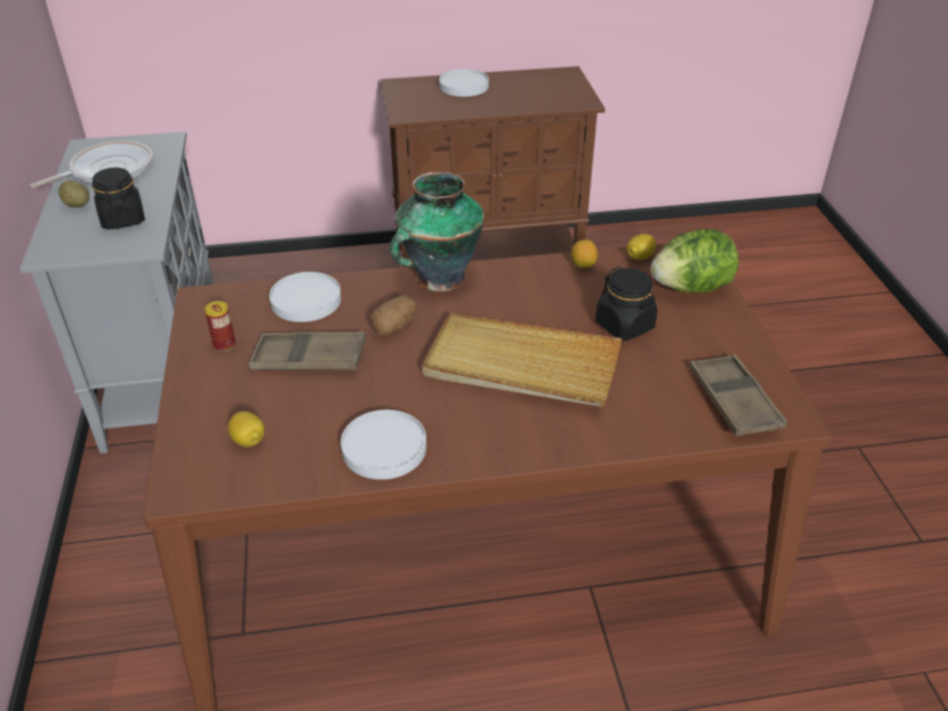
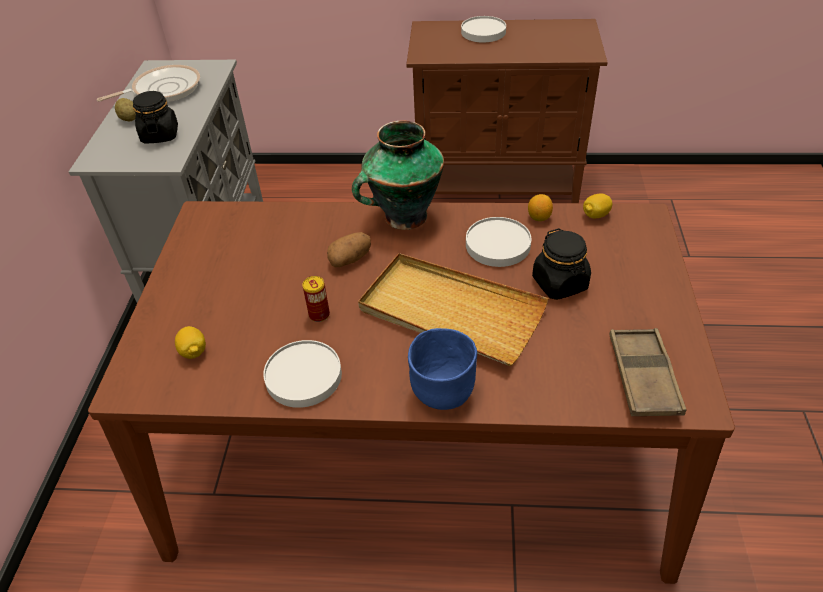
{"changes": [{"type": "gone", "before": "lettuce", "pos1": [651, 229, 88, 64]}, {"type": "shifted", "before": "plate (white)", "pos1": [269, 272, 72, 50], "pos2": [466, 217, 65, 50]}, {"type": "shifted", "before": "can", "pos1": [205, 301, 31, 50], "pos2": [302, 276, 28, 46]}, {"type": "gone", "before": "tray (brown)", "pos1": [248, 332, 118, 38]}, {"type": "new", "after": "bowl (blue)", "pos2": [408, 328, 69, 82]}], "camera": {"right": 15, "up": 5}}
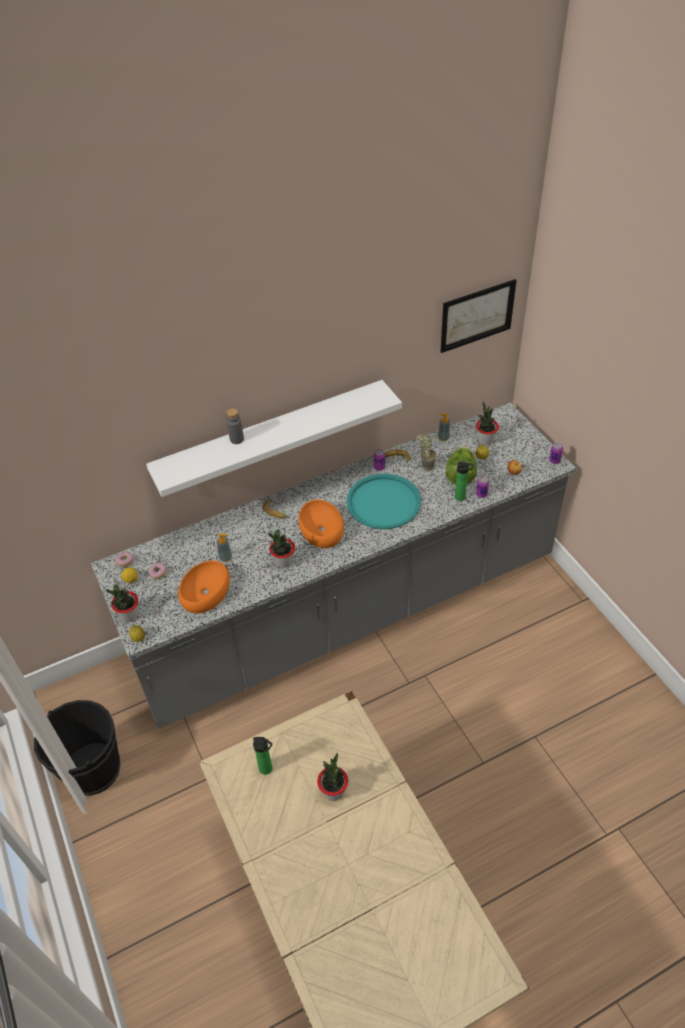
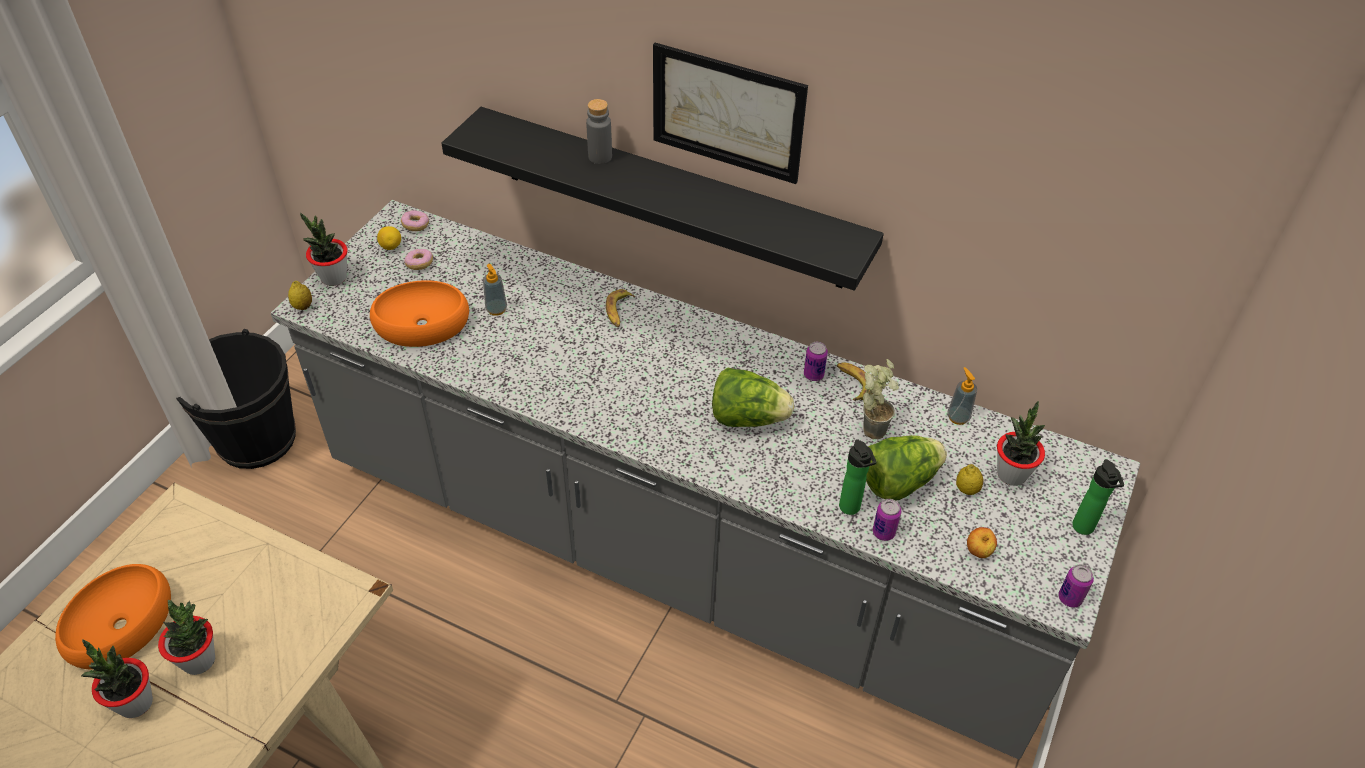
{"changes": [{"type": "shifted", "before": "picture", "pos1": [440, 279, 77, 74], "pos2": [653, 43, 155, 141]}, {"type": "repainted", "before": "shelf (white)", "after": "shelf (black)", "pos1": [146, 380, 256, 117], "pos2": [441, 107, 443, 184]}, {"type": "swapped", "before": "tray (turquoise)", "after": "lettuce", "pos1": [346, 474, 75, 55], "pos2": [712, 368, 82, 59]}, {"type": "shifted", "before": "bowl (orange)", "pos1": [298, 500, 46, 48], "pos2": [55, 564, 116, 105]}, {"type": "shifted", "before": "potted plant", "pos1": [268, 529, 27, 39], "pos2": [81, 639, 72, 79]}, {"type": "shifted", "before": "bottle", "pos1": [253, 737, 19, 38], "pos2": [1072, 459, 52, 76]}], "camera": {"right": 50, "up": 0}}
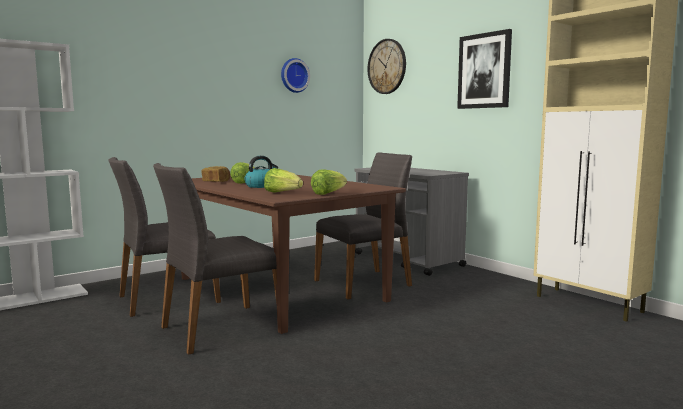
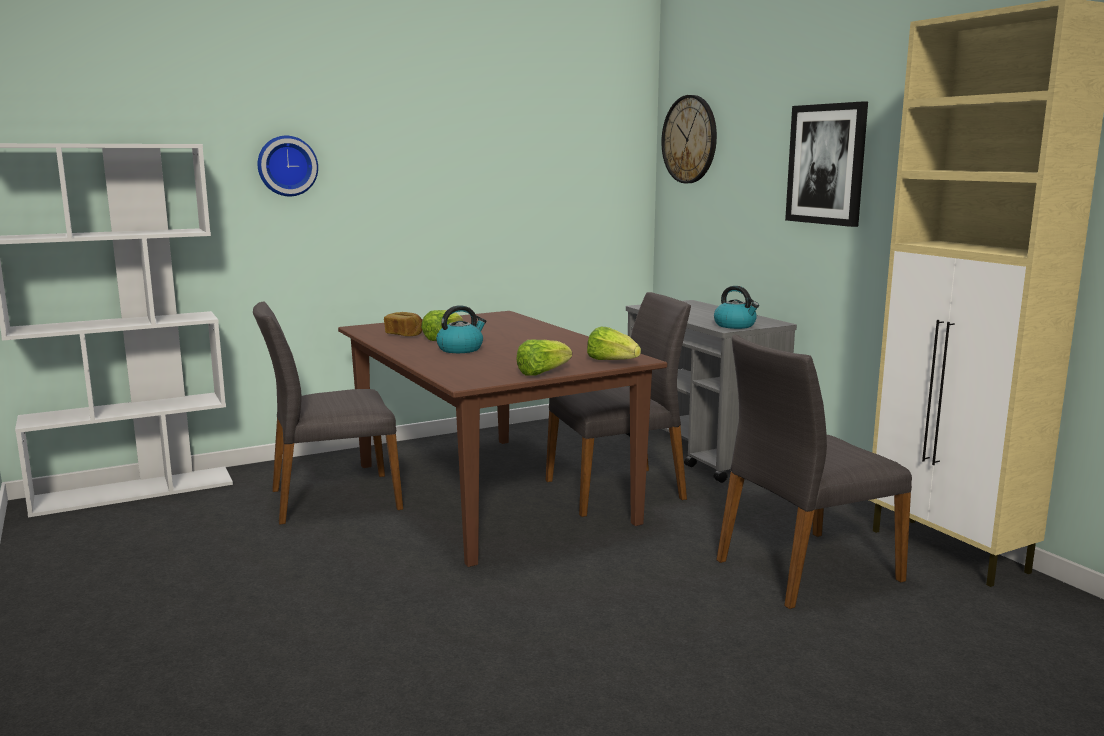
{"changes": [{"type": "shifted", "before": "wall clock", "pos1": [281, 58, 29, 35], "pos2": [258, 136, 60, 60]}, {"type": "shifted", "before": "chair (grey)", "pos1": [153, 163, 124, 192], "pos2": [716, 334, 196, 275]}, {"type": "shifted", "before": "lettuce", "pos1": [264, 168, 39, 25], "pos2": [587, 327, 54, 33]}, {"type": "new", "after": "kettle", "pos2": [714, 286, 45, 43]}], "camera": {"right": 10, "up": 5}}
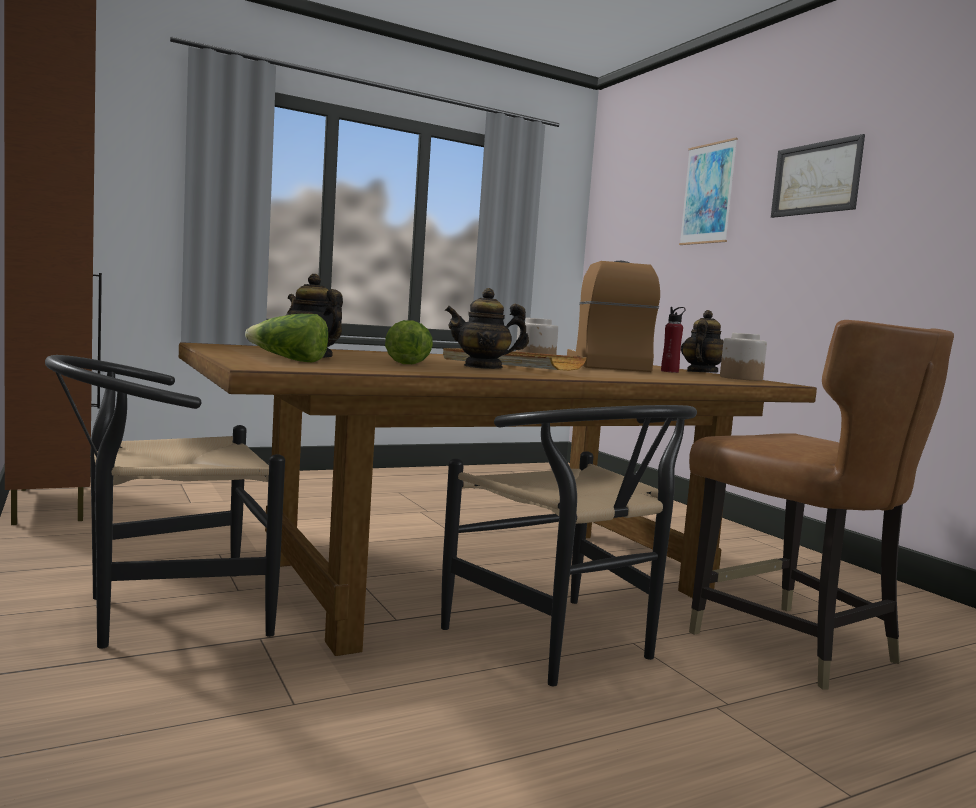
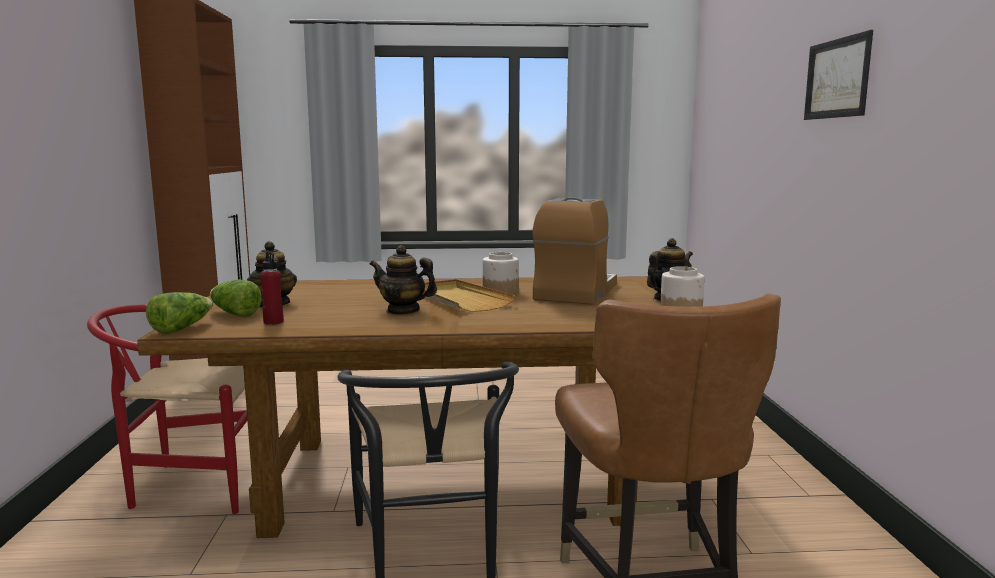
{"changes": [{"type": "gone", "before": "picture", "pos1": [679, 138, 59, 107]}, {"type": "shifted", "before": "bottle (red)", "pos1": [661, 307, 25, 66], "pos2": [260, 252, 24, 73]}, {"type": "shifted", "before": "lettuce", "pos1": [385, 320, 48, 44], "pos2": [146, 292, 67, 42]}, {"type": "repainted", "before": "chair (black)", "after": "chair (red)", "pos1": [45, 355, 240, 294], "pos2": [87, 305, 160, 209]}], "camera": {"right": 25, "up": 5}}
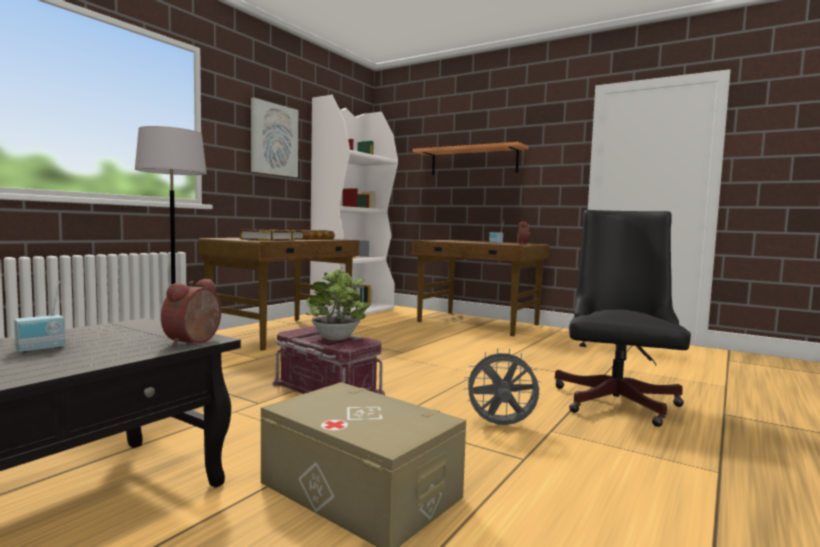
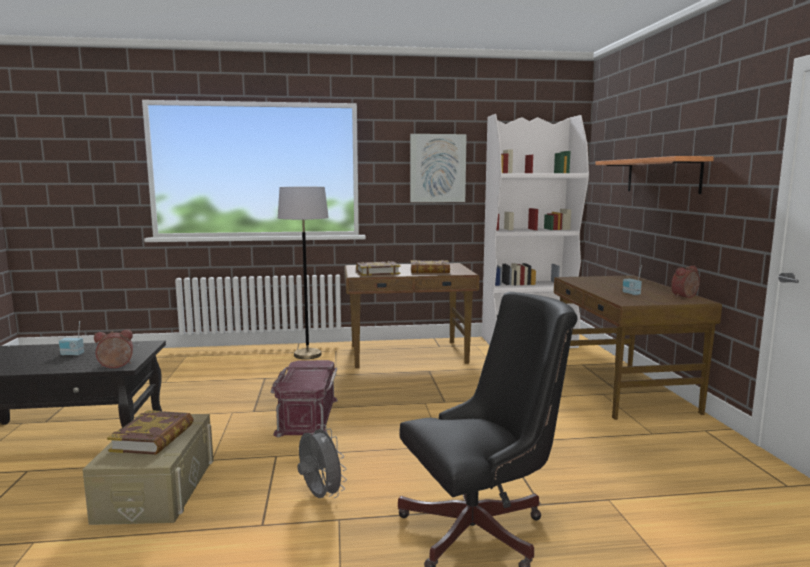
{"changes": [{"type": "gone", "before": "potted plant", "pos1": [306, 267, 65, 73]}, {"type": "new", "after": "book", "pos2": [107, 410, 87, 45]}], "camera": {"right": 50, "up": 5}}
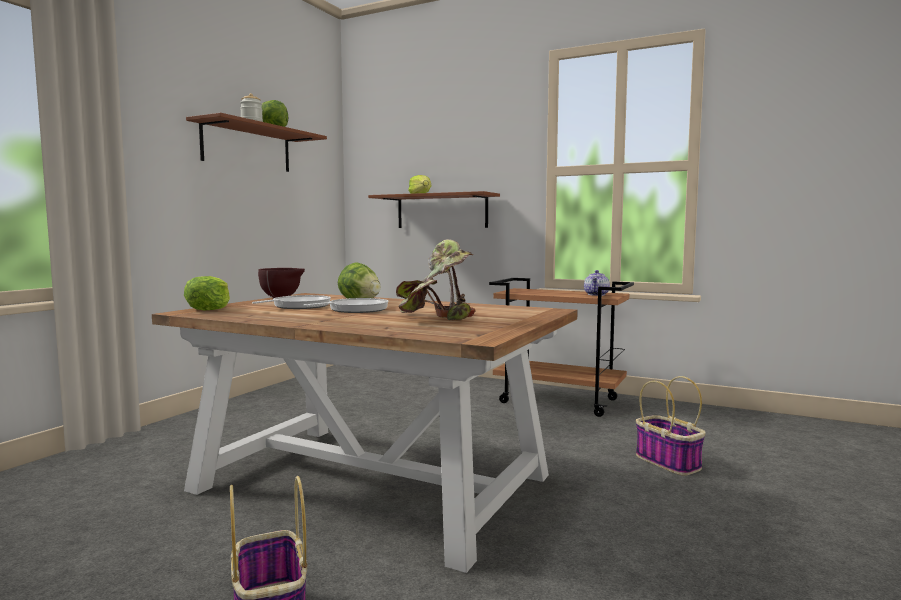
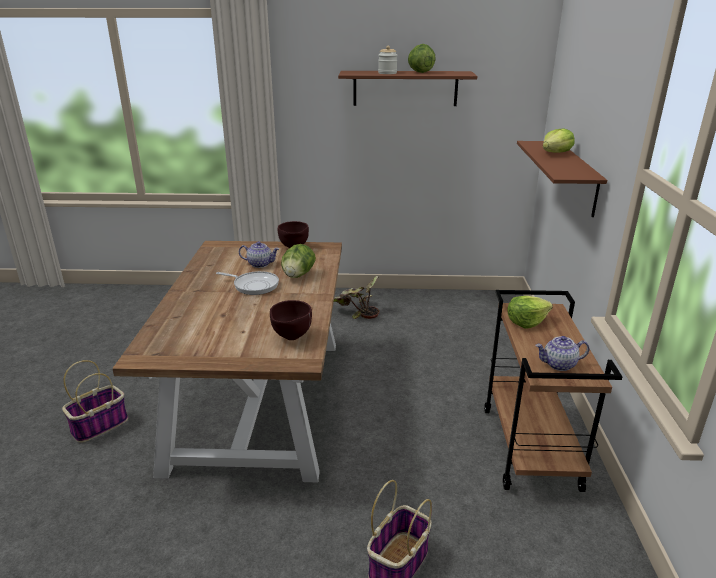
{"changes": [{"type": "shifted", "before": "potted plant", "pos1": [396, 239, 80, 81], "pos2": [334, 276, 46, 43]}, {"type": "shifted", "before": "lettuce", "pos1": [184, 276, 46, 35], "pos2": [507, 296, 46, 33]}, {"type": "swapped", "before": "frying pan", "after": "teapot", "pos1": [252, 295, 79, 14], "pos2": [239, 241, 40, 27]}, {"type": "new", "after": "bowl (brown)", "pos2": [270, 300, 42, 40]}], "camera": {"right": 65, "up": 20}}
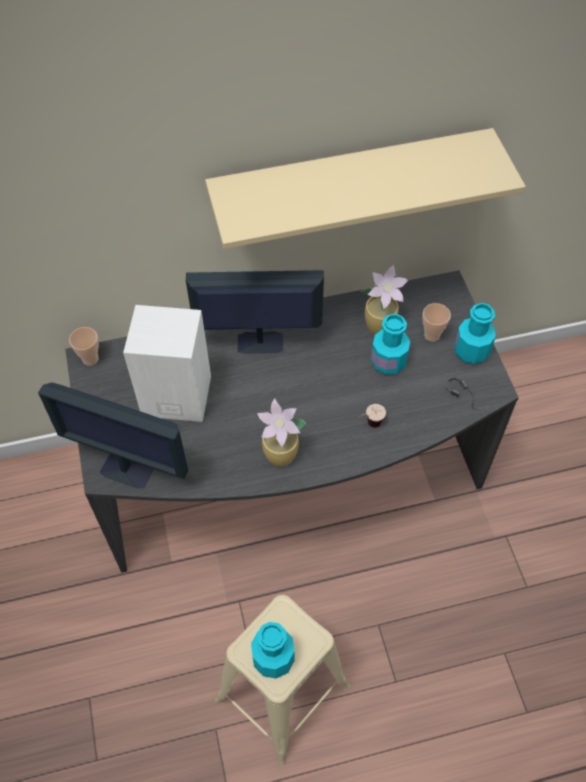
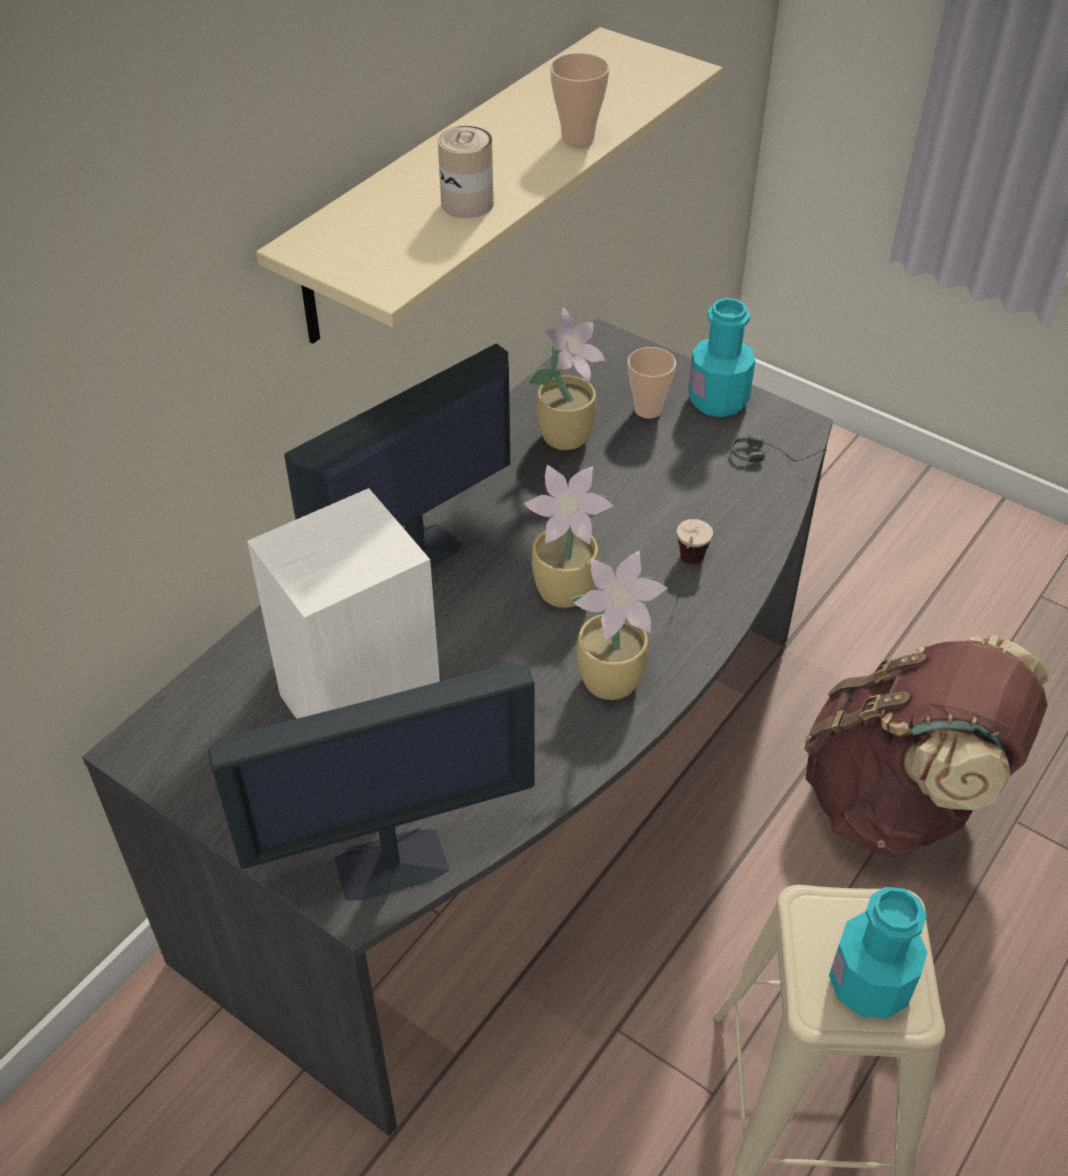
{"changes": [{"type": "gone", "before": "bottle (turquoise)", "pos1": [371, 314, 39, 60]}, {"type": "shifted", "before": "cup", "pos1": [69, 327, 29, 39], "pos2": [550, 53, 60, 93]}, {"type": "new", "after": "can", "pos2": [438, 126, 56, 92]}, {"type": "new", "after": "potted plant", "pos2": [523, 465, 90, 143]}, {"type": "new", "after": "backpack (brown)", "pos2": [804, 635, 246, 222]}], "camera": {"right": -40, "up": -10}}
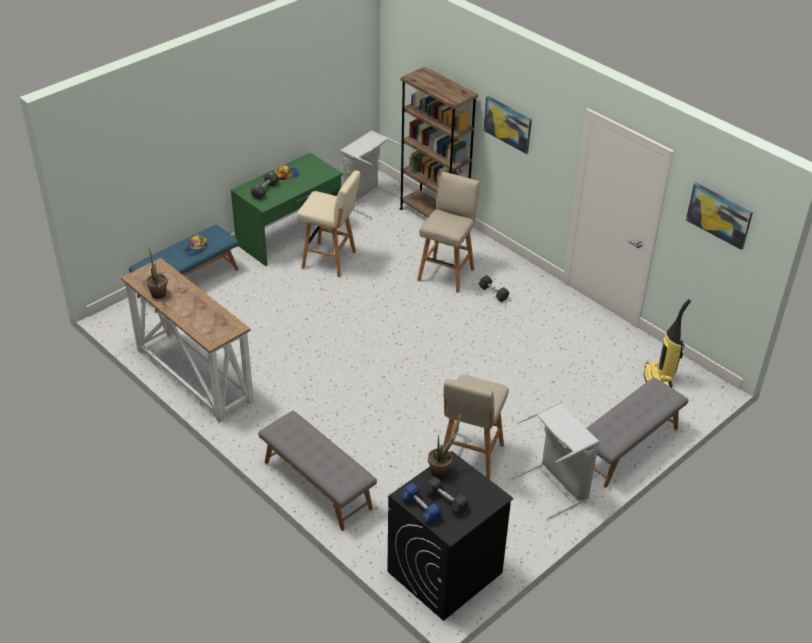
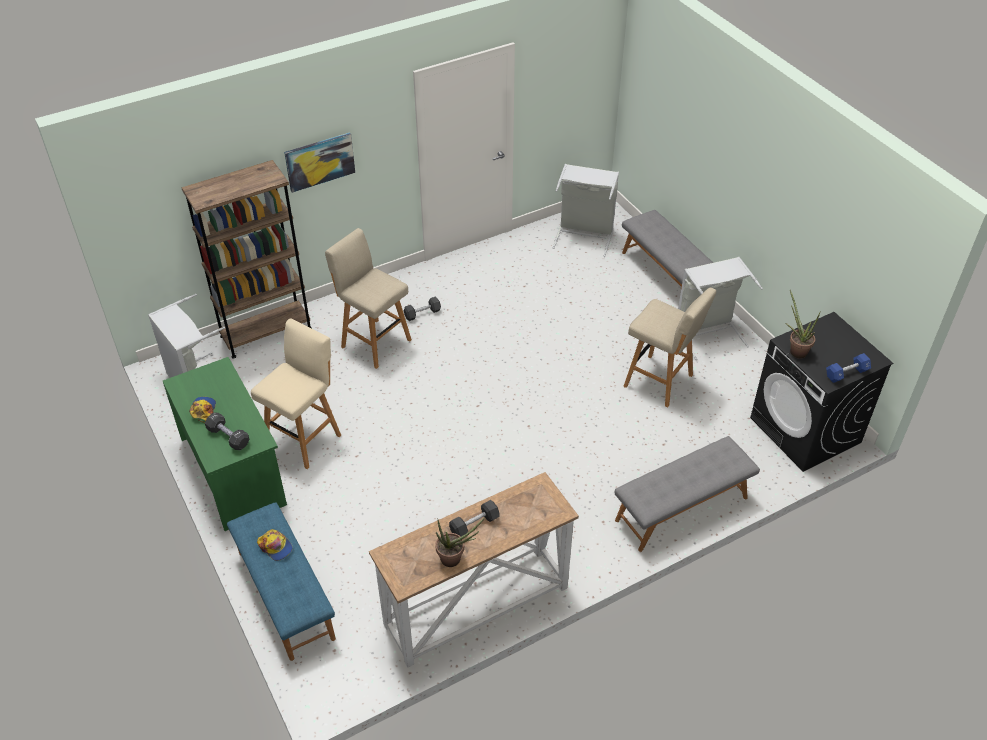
{"changes": [{"type": "gone", "before": "picture", "pos1": [686, 183, 67, 67]}, {"type": "swapped", "before": "vacuum cleaner", "after": "laundry basket (grey)", "pos1": [644, 299, 47, 89], "pos2": [553, 164, 66, 93]}, {"type": "shifted", "before": "dumbbell (black)", "pos1": [425, 477, 44, 38], "pos2": [449, 500, 51, 36]}], "camera": {"right": -75, "up": 5}}
